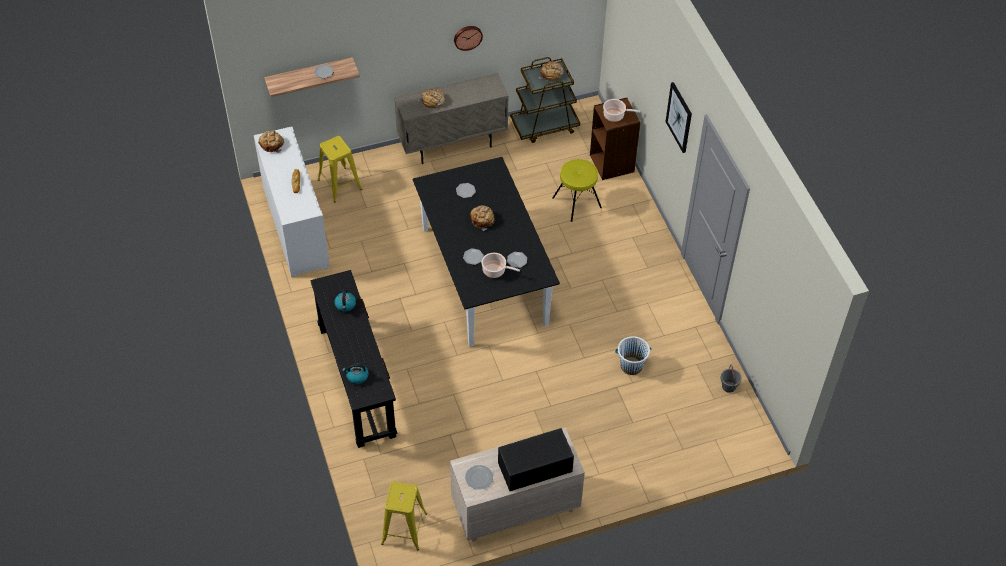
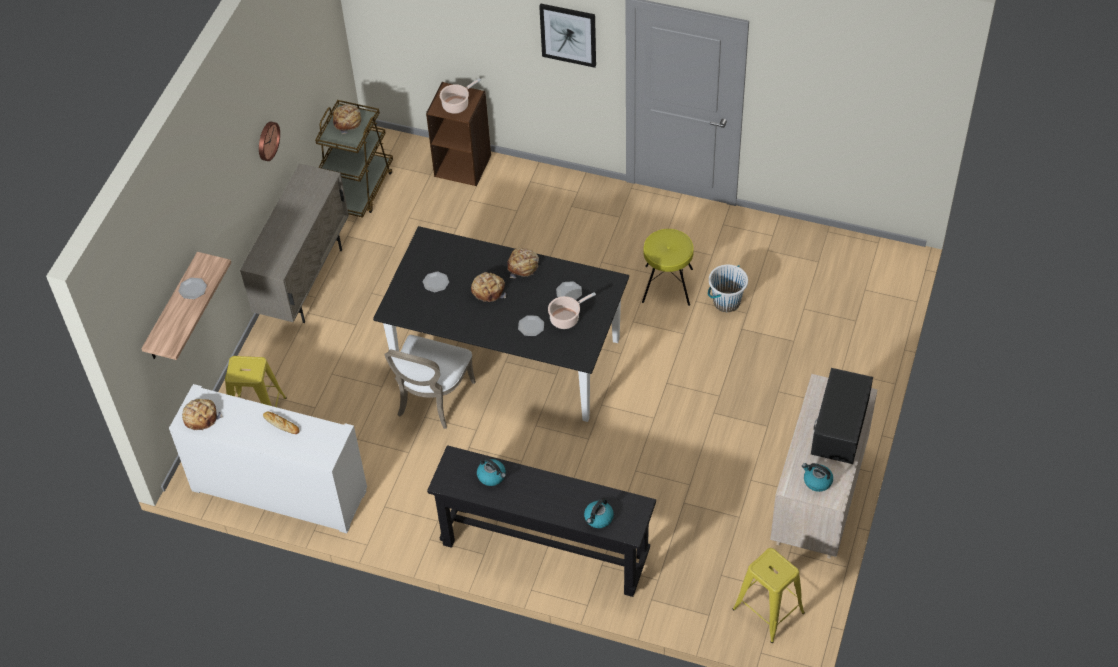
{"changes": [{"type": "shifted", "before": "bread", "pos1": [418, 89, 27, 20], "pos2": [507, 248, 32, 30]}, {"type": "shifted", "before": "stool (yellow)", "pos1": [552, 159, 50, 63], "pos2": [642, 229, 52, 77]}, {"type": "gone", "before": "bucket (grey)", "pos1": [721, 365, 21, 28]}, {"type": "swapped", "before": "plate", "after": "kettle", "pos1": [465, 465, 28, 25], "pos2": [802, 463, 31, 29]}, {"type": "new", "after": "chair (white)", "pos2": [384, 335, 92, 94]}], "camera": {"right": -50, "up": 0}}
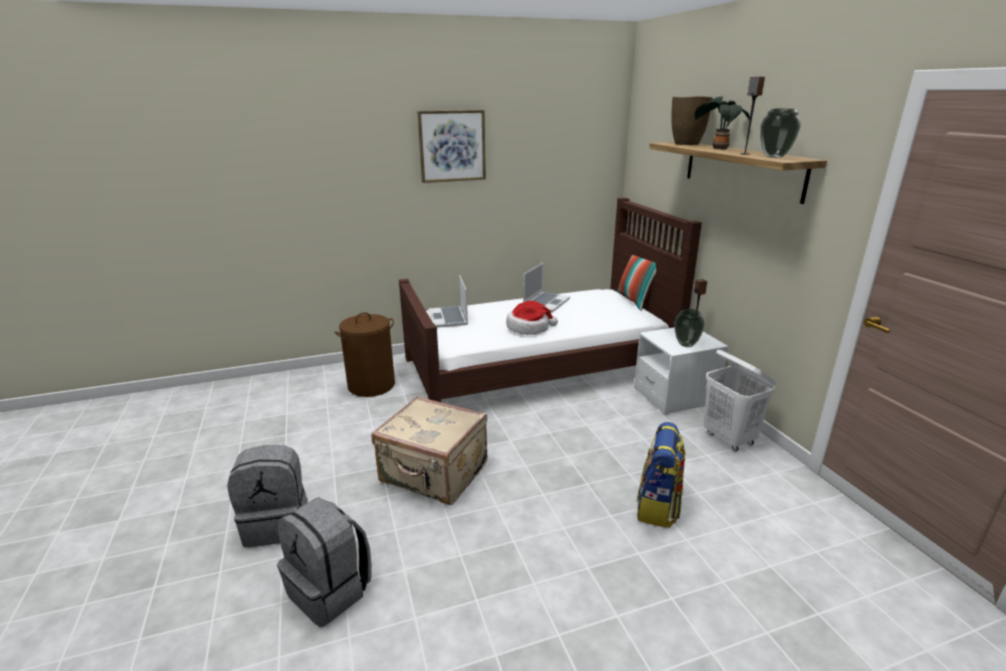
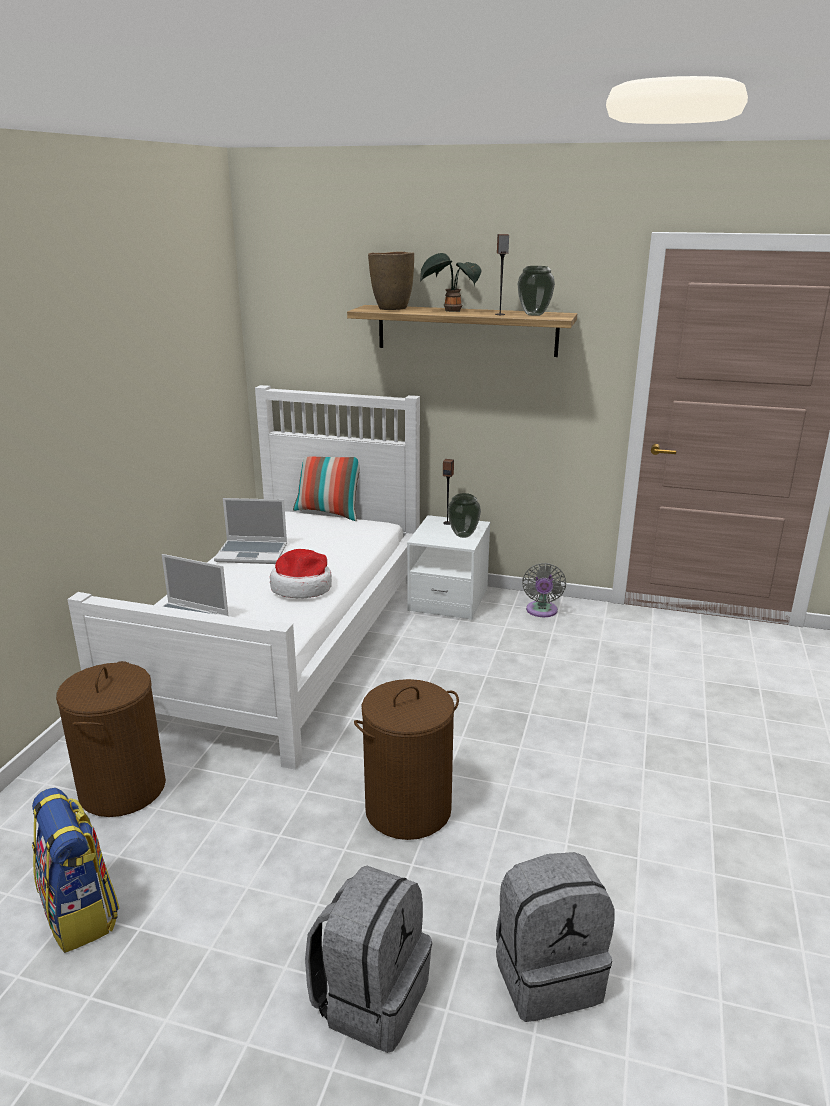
{"changes": [{"type": "gone", "before": "picture", "pos1": [417, 110, 69, 73]}, {"type": "repainted", "before": "bed (brown)", "after": "bed (white)", "pos1": [399, 198, 303, 204], "pos2": [67, 385, 353, 385]}, {"type": "rotated", "before": "laptop", "pos1": [523, 263, 47, 49], "pos2": [214, 498, 73, 66], "turn": 120}, {"type": "swapped", "before": "laundry basket (white)", "after": "fan (grey)", "pos1": [704, 350, 71, 101], "pos2": [522, 563, 44, 54]}, {"type": "swapped", "before": "suitcase (beige)", "after": "laundry basket (brown)", "pos1": [372, 396, 115, 109], "pos2": [354, 679, 105, 161]}, {"type": "shifted", "before": "backpack", "pos1": [637, 422, 48, 106], "pos2": [32, 788, 88, 165]}], "camera": {"right": -55, "up": 0}}
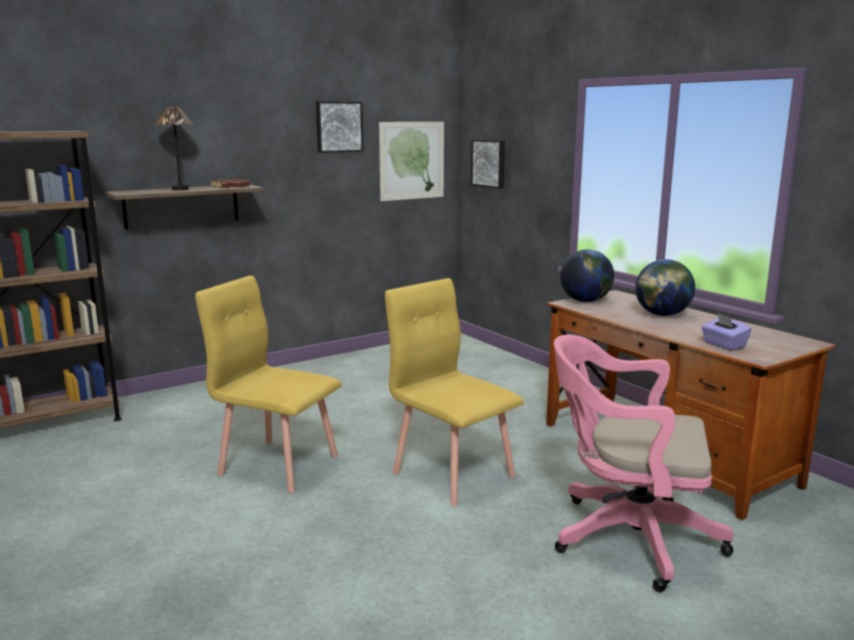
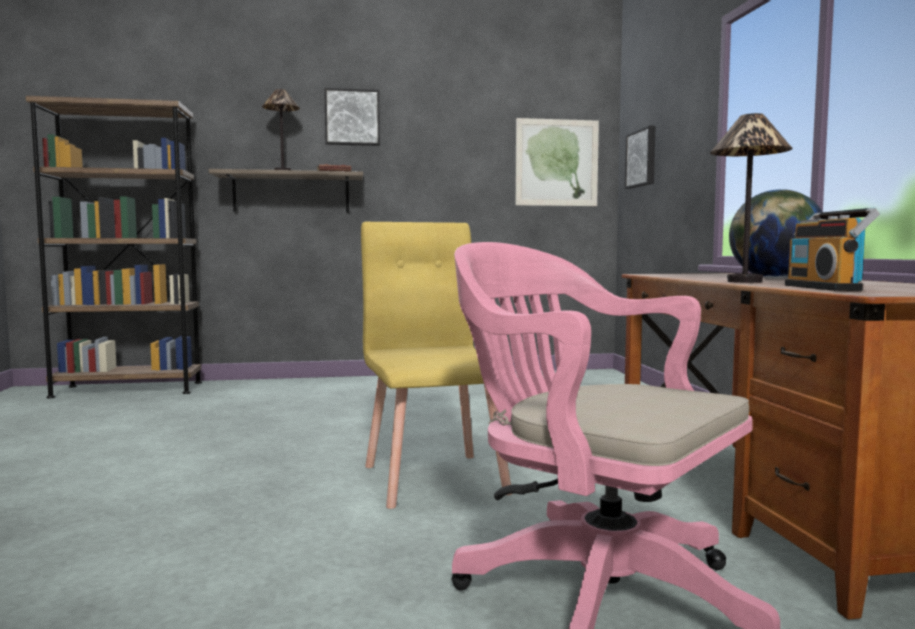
{"changes": [{"type": "shifted", "before": "picture", "pos1": [316, 101, 48, 52], "pos2": [324, 88, 56, 58]}, {"type": "gone", "before": "globe", "pos1": [560, 249, 54, 53]}, {"type": "gone", "before": "chair (yellow)", "pos1": [195, 276, 147, 217]}, {"type": "swapped", "before": "tissue box (purple)", "after": "radio", "pos1": [701, 313, 51, 38], "pos2": [785, 208, 95, 83]}, {"type": "new", "after": "table lamp", "pos2": [710, 113, 83, 170]}], "camera": {"right": 25, "up": -10}}
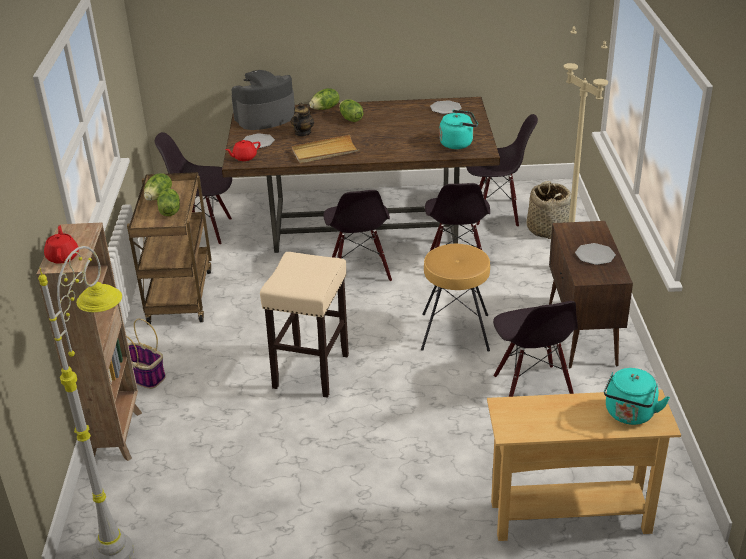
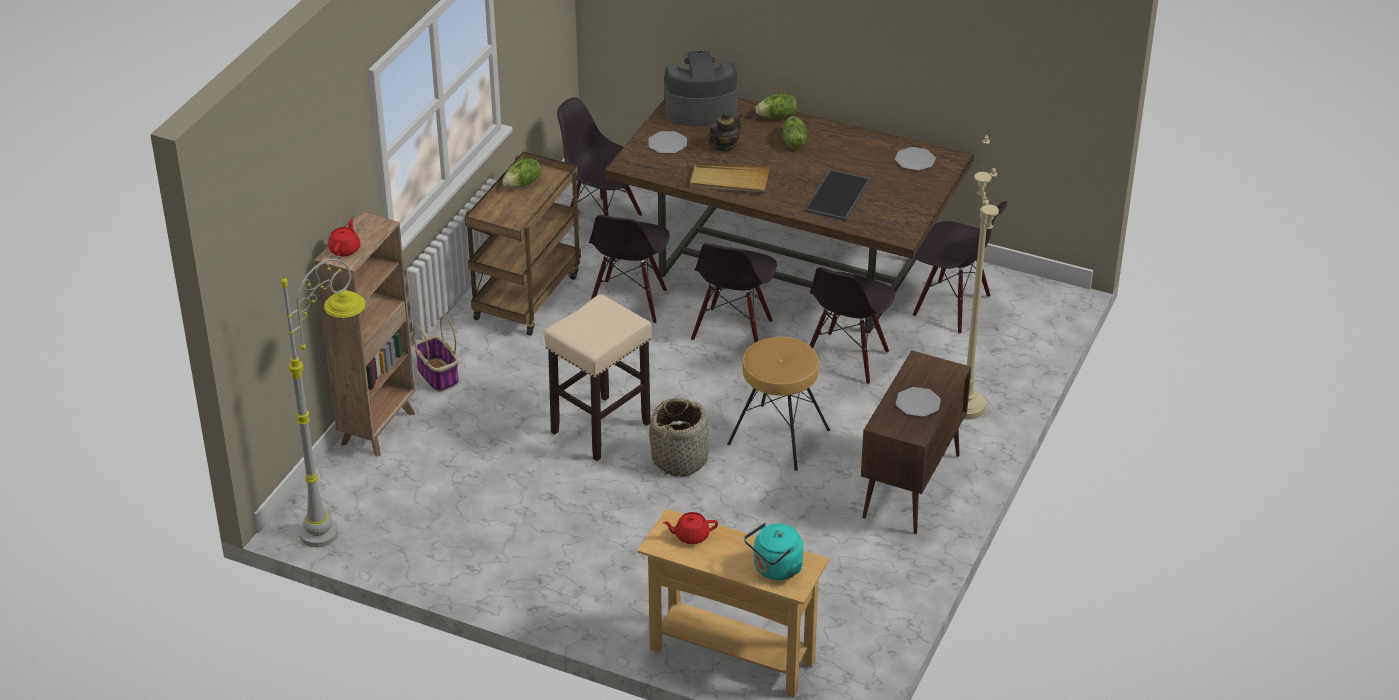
{"changes": [{"type": "gone", "before": "kettle (turquoise)", "pos1": [439, 110, 39, 39]}, {"type": "shifted", "before": "teapot (red)", "pos1": [225, 140, 35, 21], "pos2": [663, 512, 55, 32]}, {"type": "shifted", "before": "basket", "pos1": [527, 181, 44, 58], "pos2": [649, 398, 60, 79]}, {"type": "gone", "before": "lettuce", "pos1": [157, 188, 23, 28]}, {"type": "shifted", "before": "chair (black)", "pos1": [493, 301, 85, 96], "pos2": [589, 215, 80, 109]}, {"type": "new", "after": "tray", "pos2": [804, 169, 67, 52]}], "camera": {"right": 25, "up": 5}}
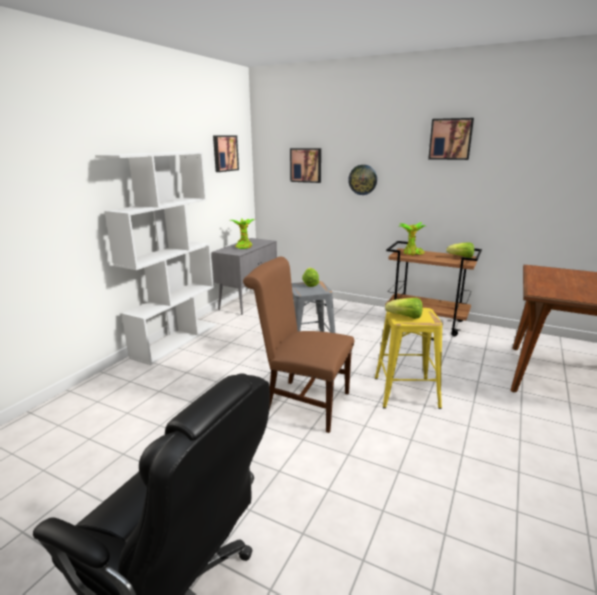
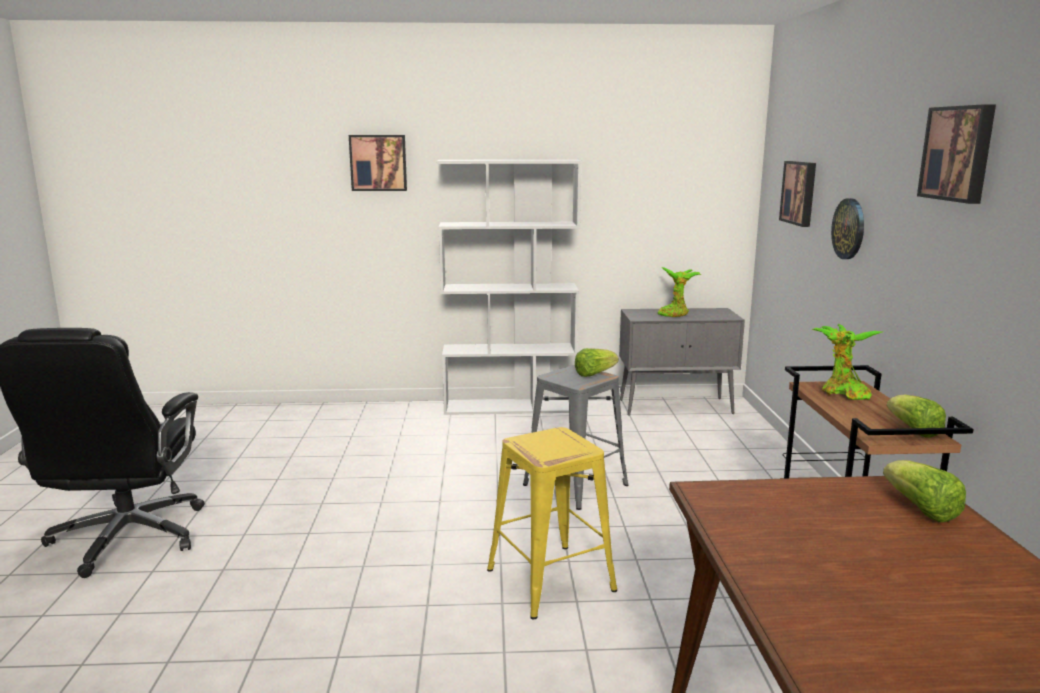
{"changes": [{"type": "shifted", "before": "picture", "pos1": [213, 135, 26, 37], "pos2": [349, 135, 58, 56]}, {"type": "gone", "before": "chair (brown)", "pos1": [243, 256, 111, 177]}, {"type": "shifted", "before": "lettuce", "pos1": [385, 298, 38, 21], "pos2": [883, 460, 83, 62]}], "camera": {"right": 60, "up": -5}}
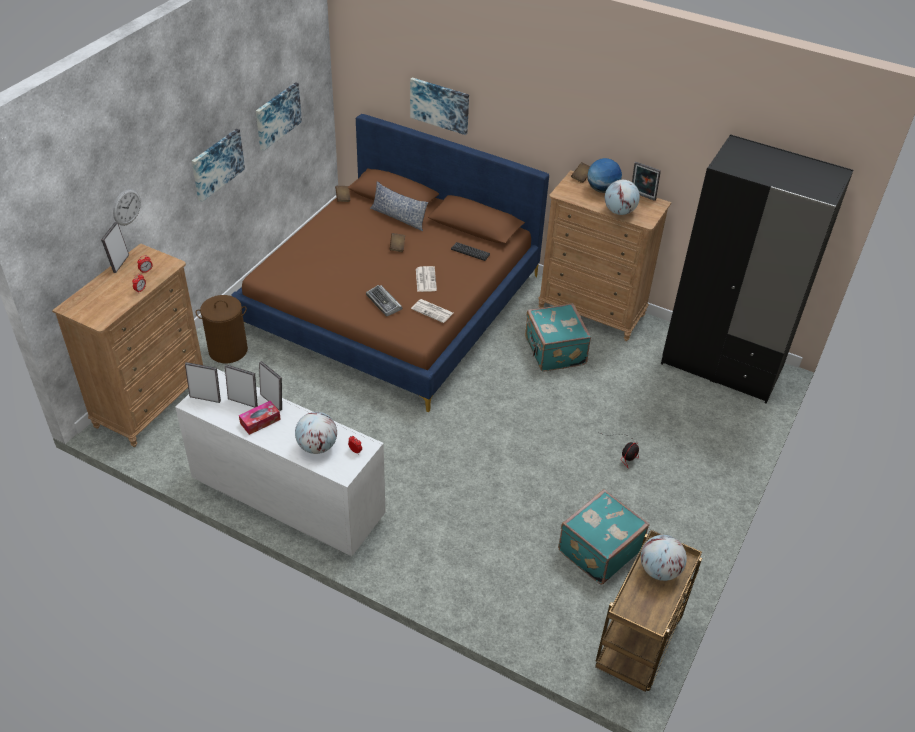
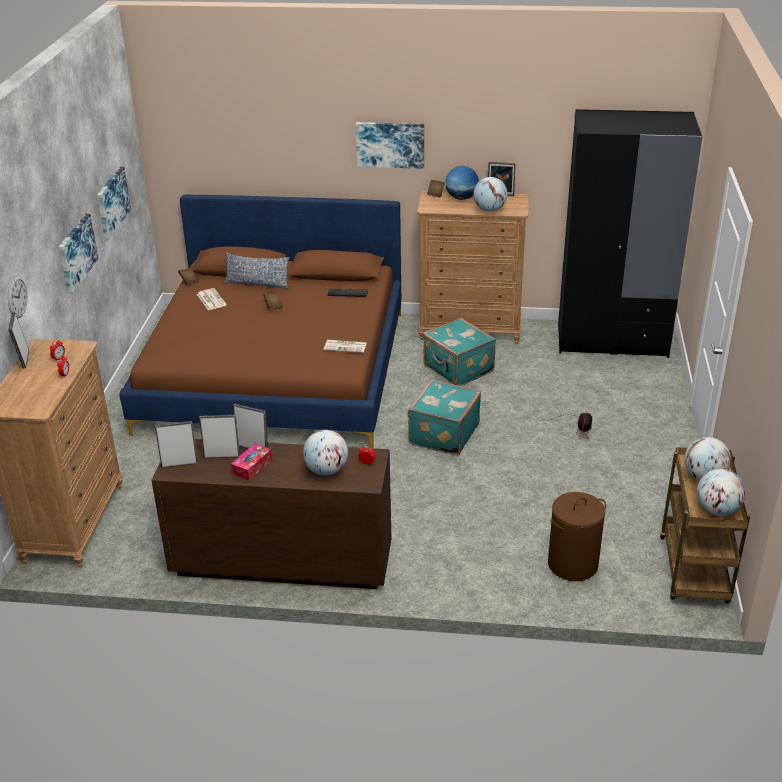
{"changes": [{"type": "shifted", "before": "picture", "pos1": [410, 78, 59, 57], "pos2": [356, 122, 68, 47]}, {"type": "shifted", "before": "newspaper", "pos1": [416, 266, 21, 26], "pos2": [197, 288, 30, 22]}, {"type": "gone", "before": "keyboard", "pos1": [366, 285, 36, 32]}, {"type": "shifted", "before": "laundry basket (brown)", "pos1": [196, 295, 52, 68], "pos2": [548, 492, 58, 89]}, {"type": "repainted", "before": "dresser (white)", "after": "dresser (brown)", "pos1": [175, 369, 211, 187], "pos2": [151, 439, 240, 150]}, {"type": "shifted", "before": "suitcase (turquoise)", "pos1": [558, 489, 91, 96], "pos2": [408, 379, 73, 76]}, {"type": "new", "after": "globe", "pos2": [697, 469, 49, 47]}], "camera": {"right": -20, "up": -10}}
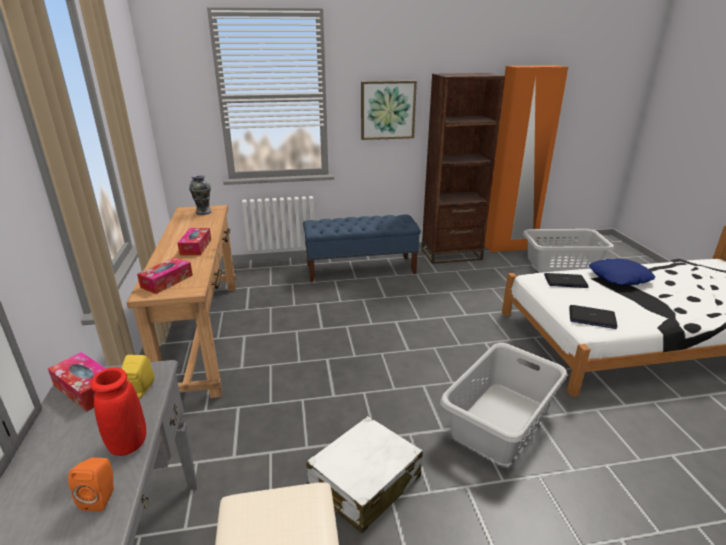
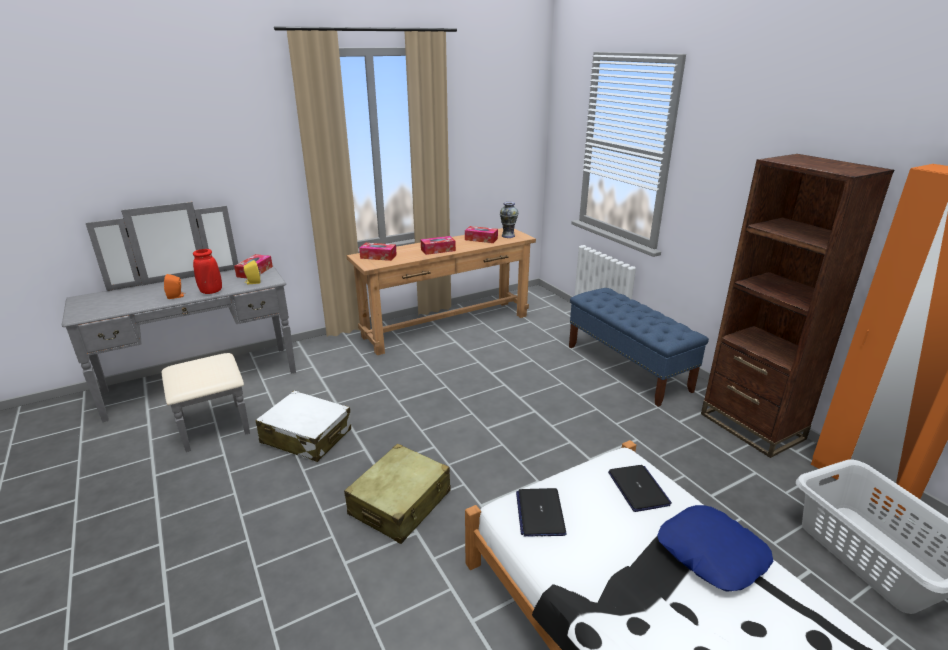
{"changes": [{"type": "gone", "before": "picture", "pos1": [361, 81, 56, 59]}, {"type": "swapped", "before": "laundry basket (grey)", "after": "suitcase (beige)", "pos1": [440, 343, 127, 121], "pos2": [344, 444, 106, 100]}, {"type": "new", "after": "tissue box", "pos2": [465, 226, 33, 17]}], "camera": {"right": 70, "up": 0}}
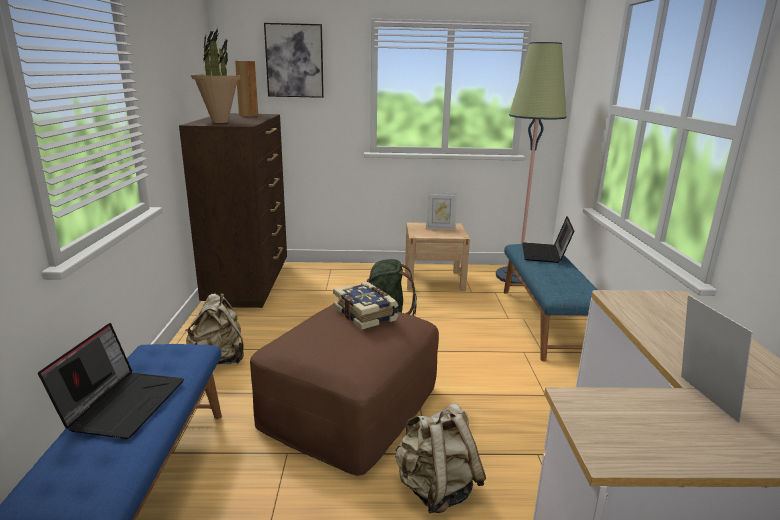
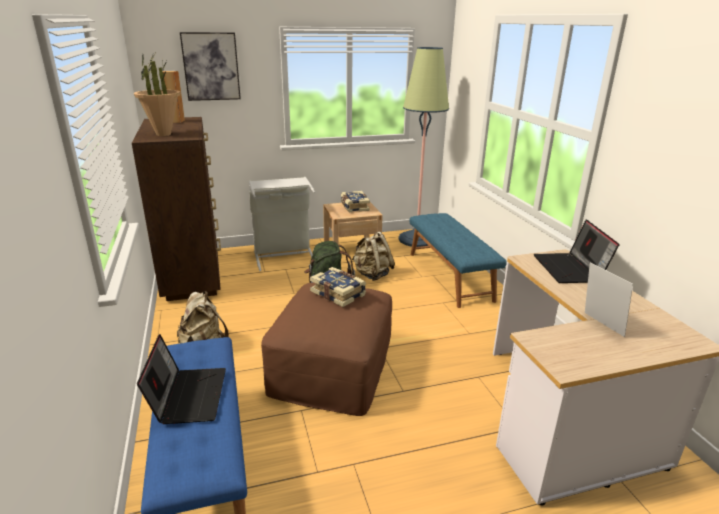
{"changes": [{"type": "swapped", "before": "picture frame", "after": "book", "pos1": [426, 192, 31, 38], "pos2": [341, 191, 29, 21]}, {"type": "shifted", "before": "laptop", "pos1": [522, 217, 52, 46], "pos2": [534, 219, 85, 64]}, {"type": "shifted", "before": "backpack (beige)", "pos1": [395, 403, 91, 110], "pos2": [352, 232, 43, 49]}, {"type": "new", "after": "laundry basket (grey)", "pos2": [248, 177, 67, 94]}], "camera": {"right": -15, "up": 5}}
